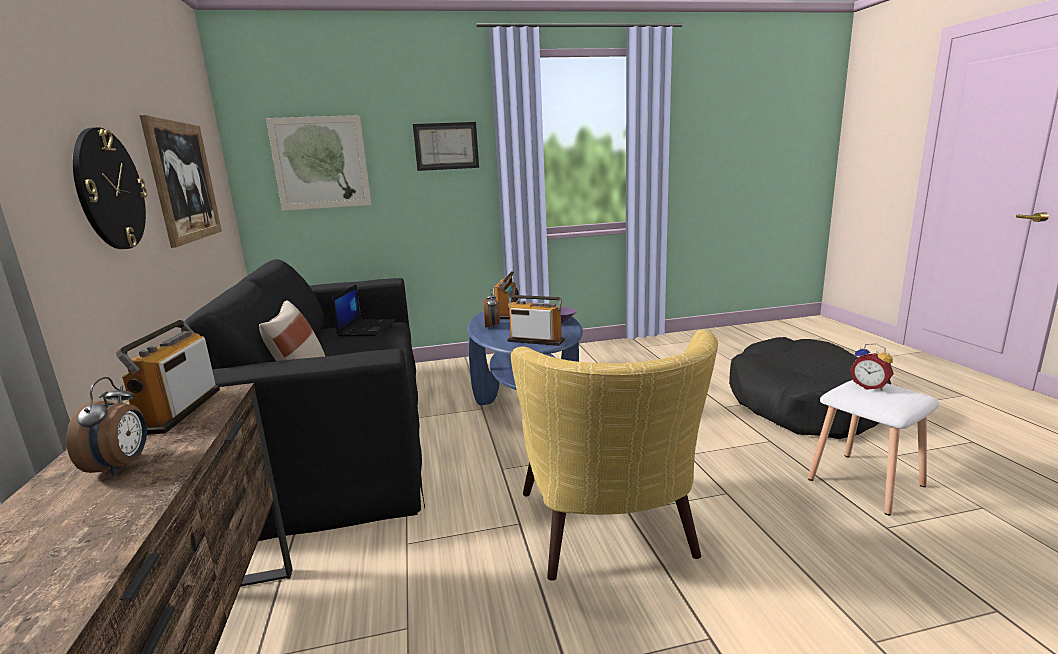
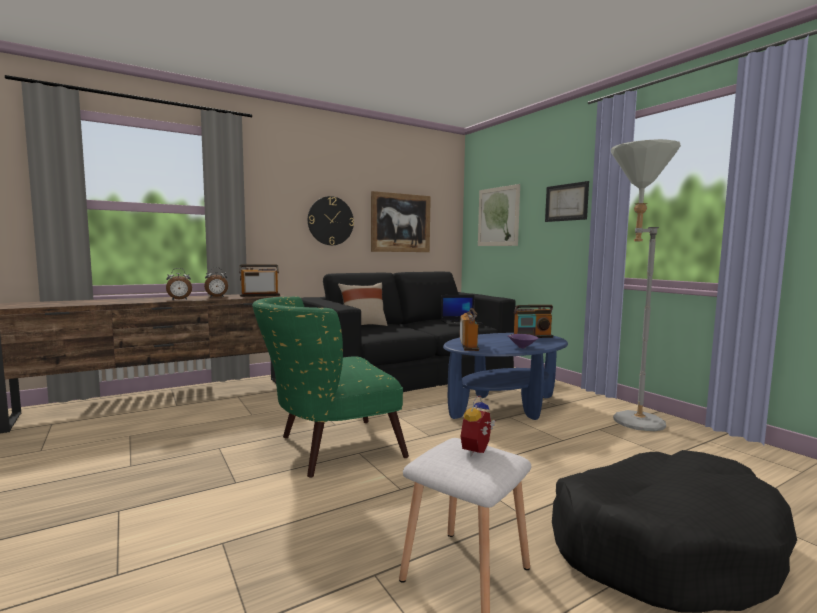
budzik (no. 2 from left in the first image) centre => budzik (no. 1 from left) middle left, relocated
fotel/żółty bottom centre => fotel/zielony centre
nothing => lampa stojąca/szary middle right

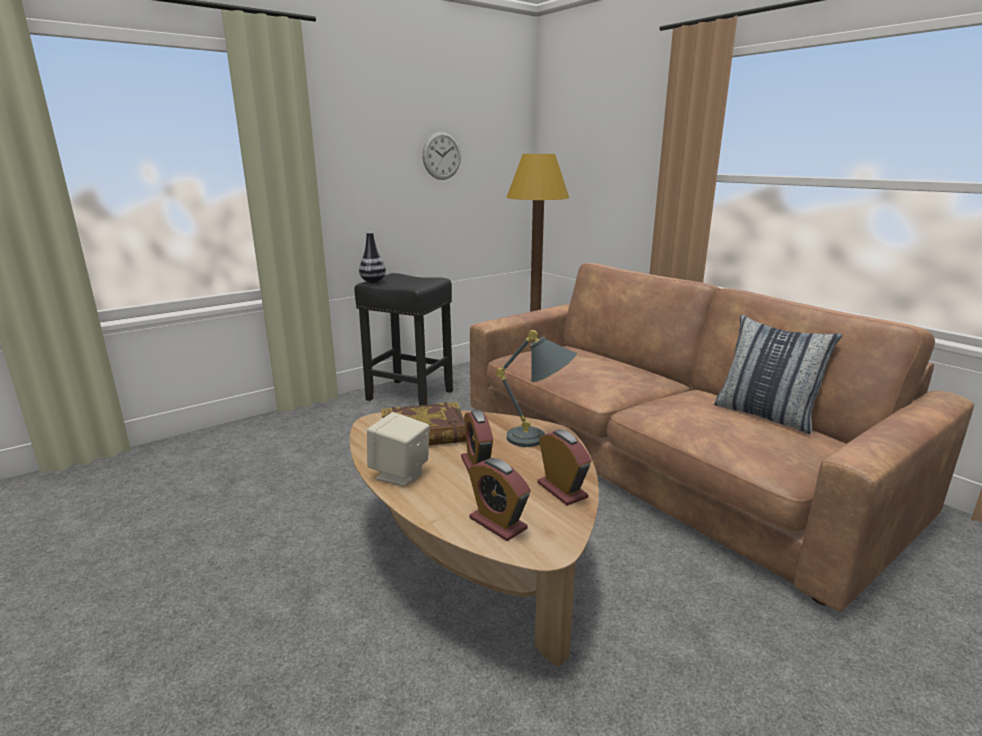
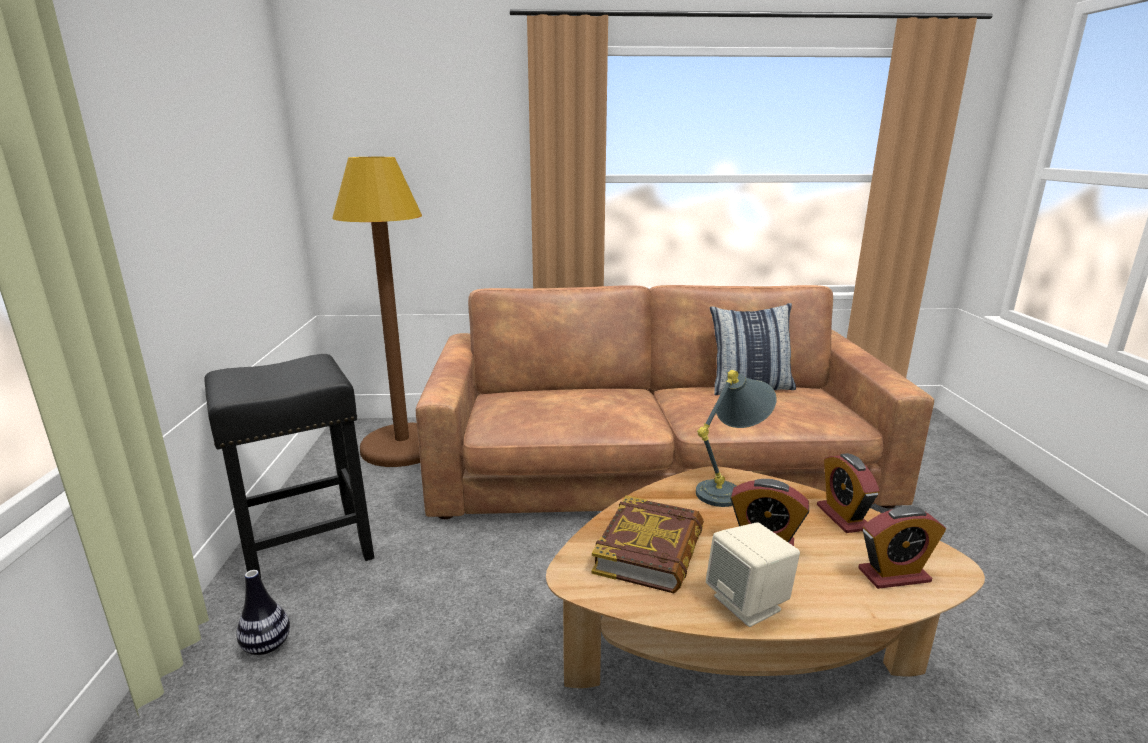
wazon centre => wazon bottom left, relocated
budzik (no. 3 from left in the first image) centre => budzik (no. 2 from left) middle right, 105 degrees counterclockwise
zegar ścienny top centre => nothing

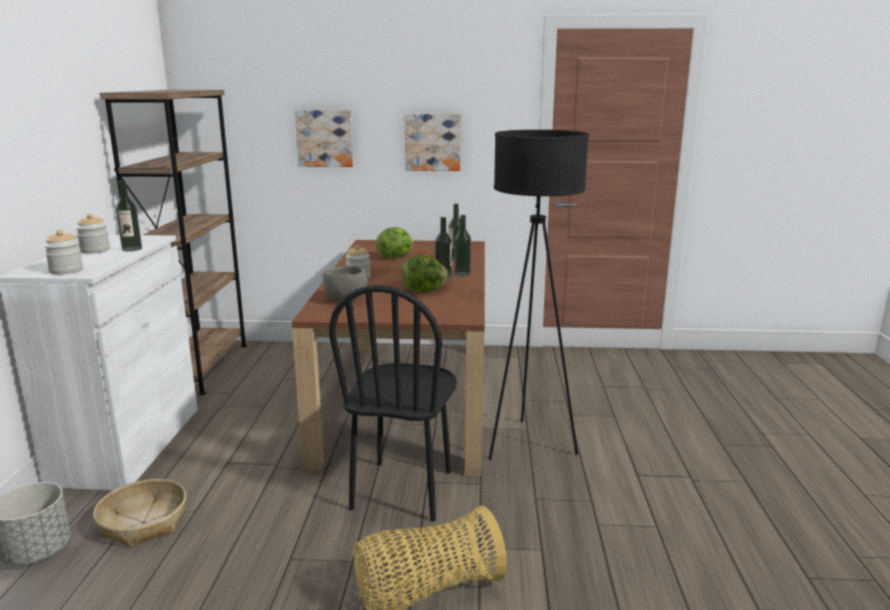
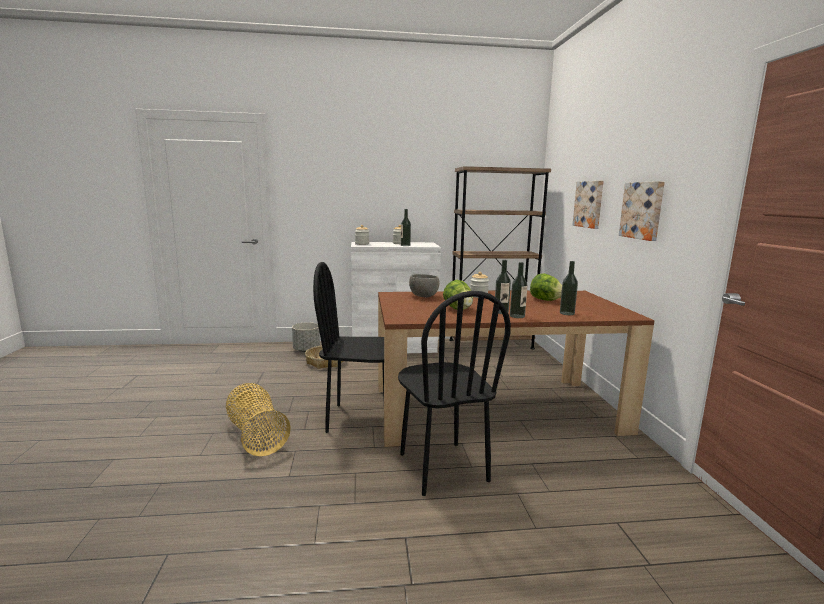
lampa stojąca/czarny centre => krzesło/czarny (no. 2 from left) centre

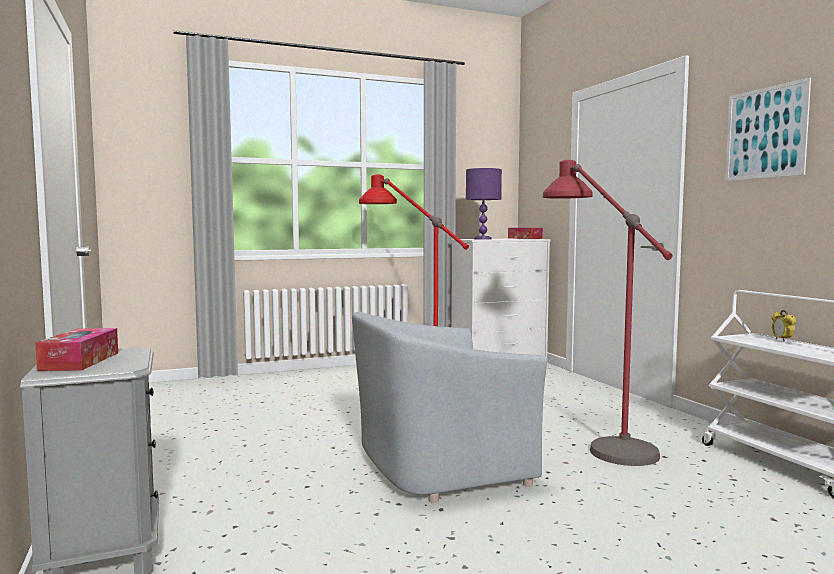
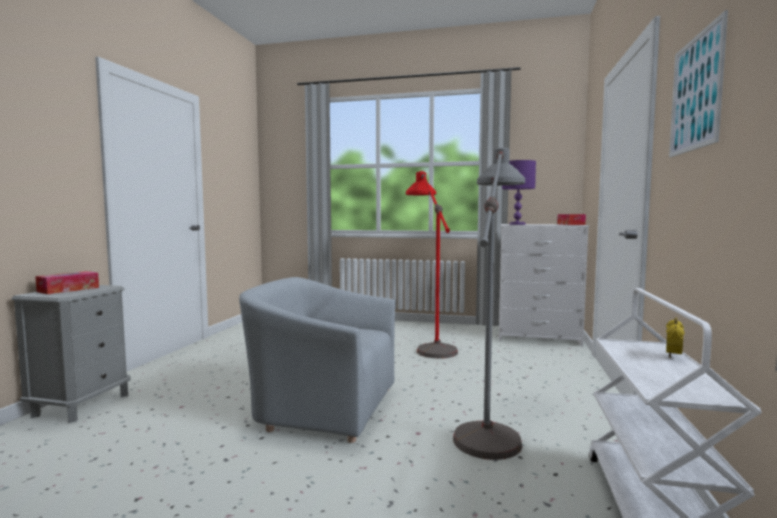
lampa stojąca/czerwony (no. 2 from left) middle right => lampa stojąca/szary centre

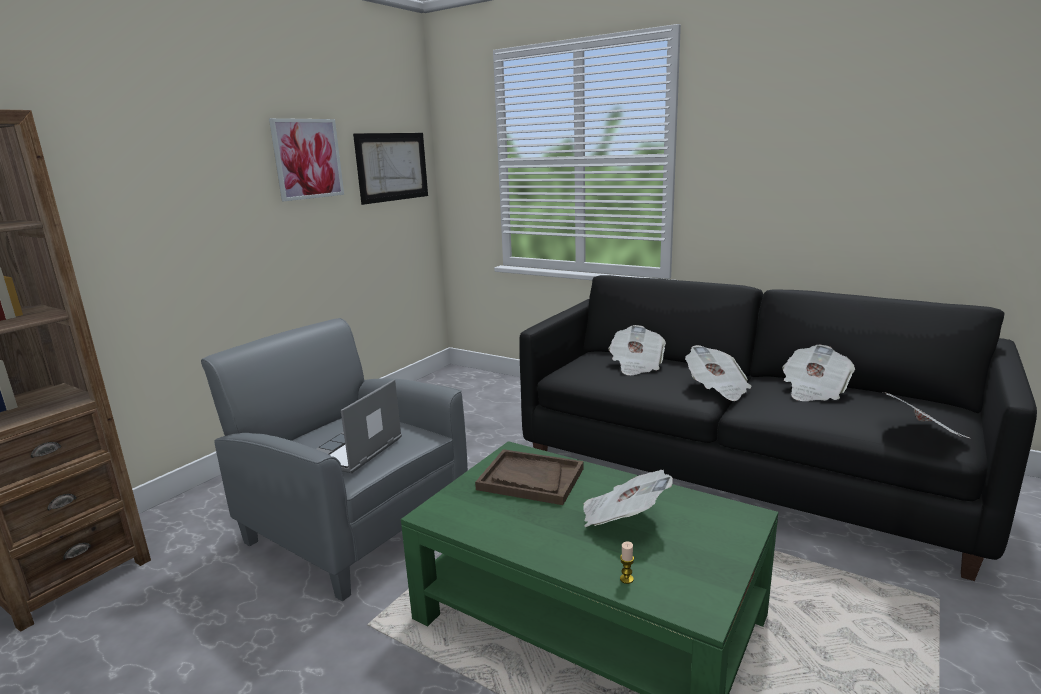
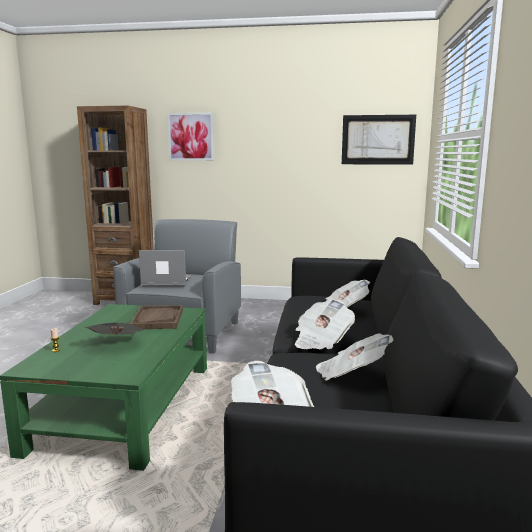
obraz (no. 1 from left) top left => obraz (no. 1 from left) top centre, relocated

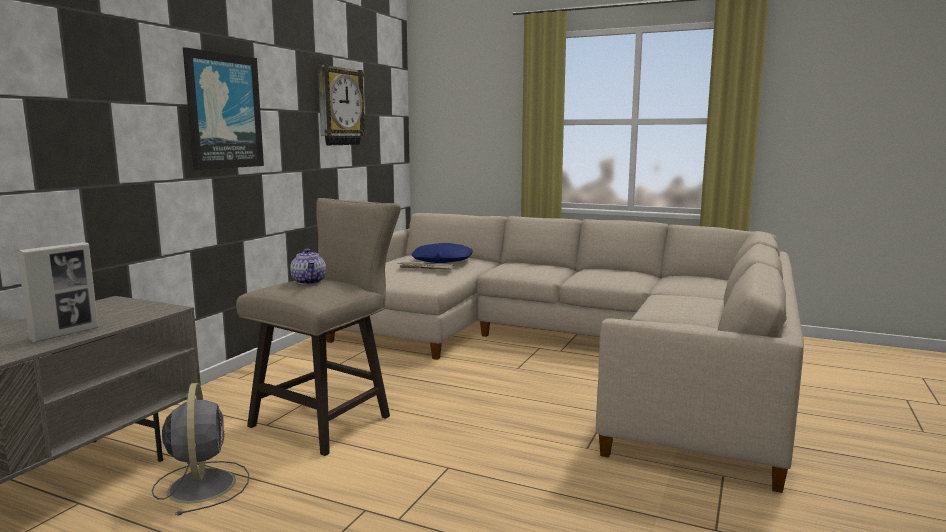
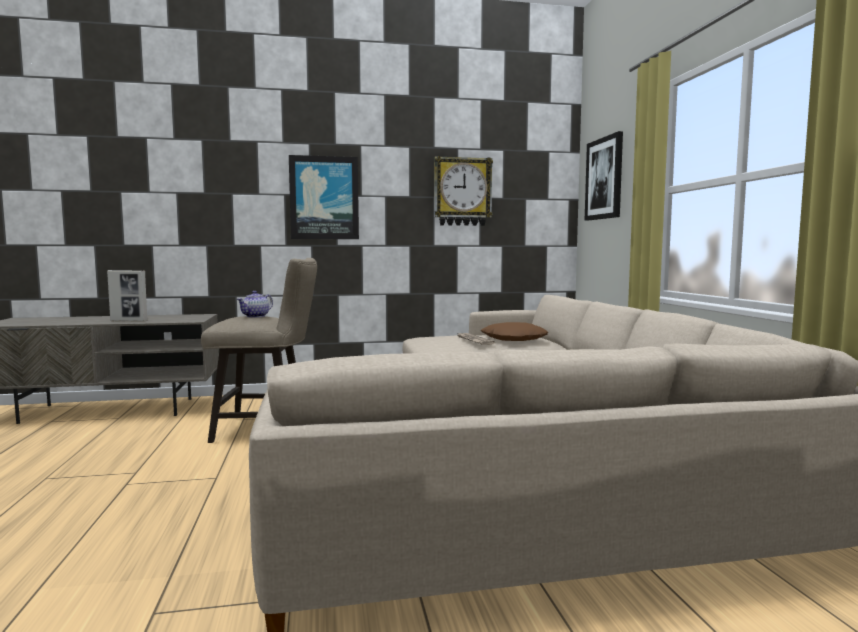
poduszka/niebieski centre => poduszka/brązowy centre
nothing => obraz (no. 2 from left) top right
wentylator/szary bottom left => nothing

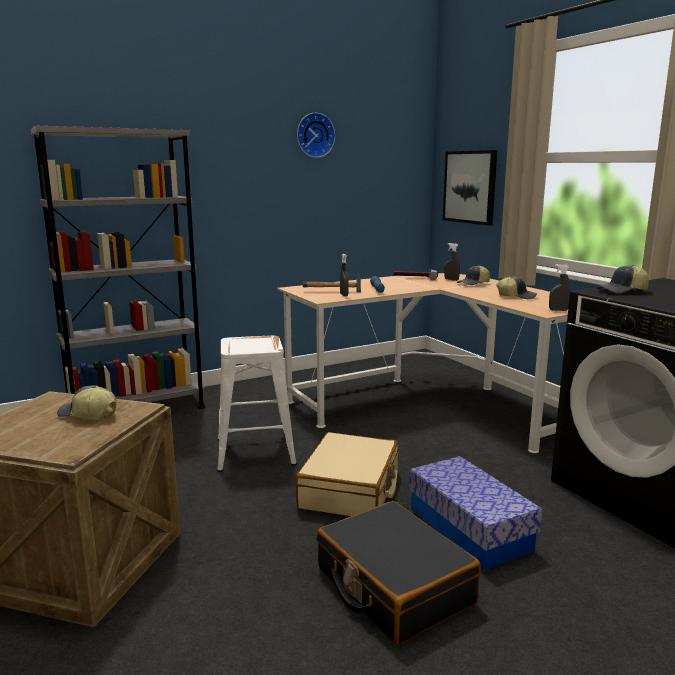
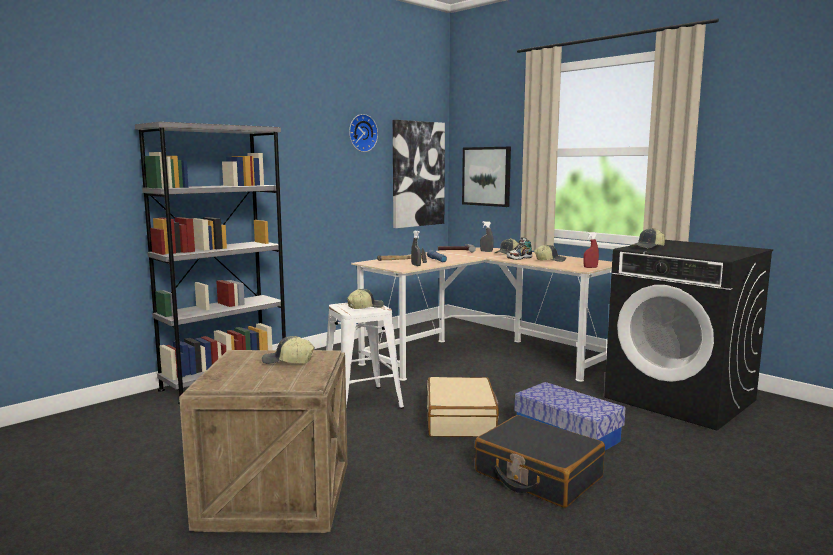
nothing => czapka z daszkiem (no. 2 from left) centre
nothing => obraz (no. 1 from left) top centre
nothing => but centre
spryskiwacz/szary (no. 3 from left) middle right => spryskiwacz/czerwony middle right

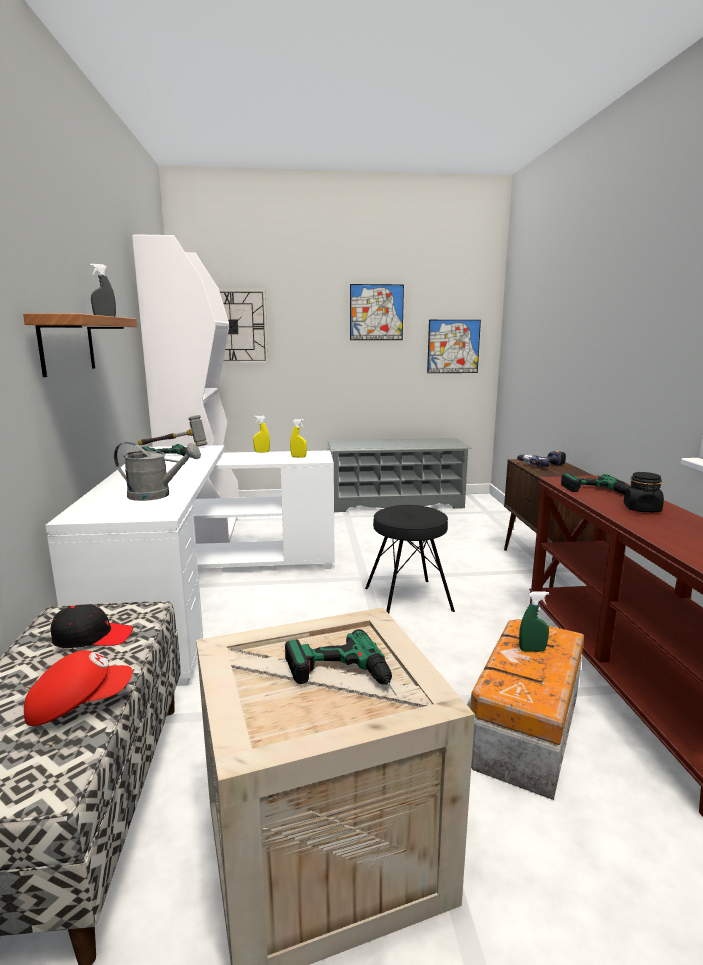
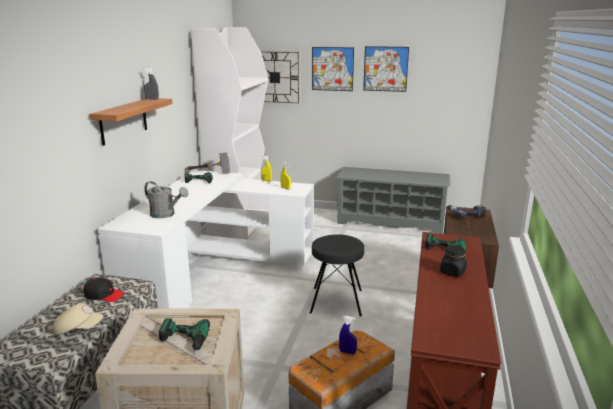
czapka z daszkiem/czerwony bottom left => czapka z daszkiem/beżowy bottom left
obraz (no. 2 from left in the first image) centre => obraz (no. 1 from left) top centre, relocated
spryskiwacz/zielony middle right => spryskiwacz/niebieski bottom centre

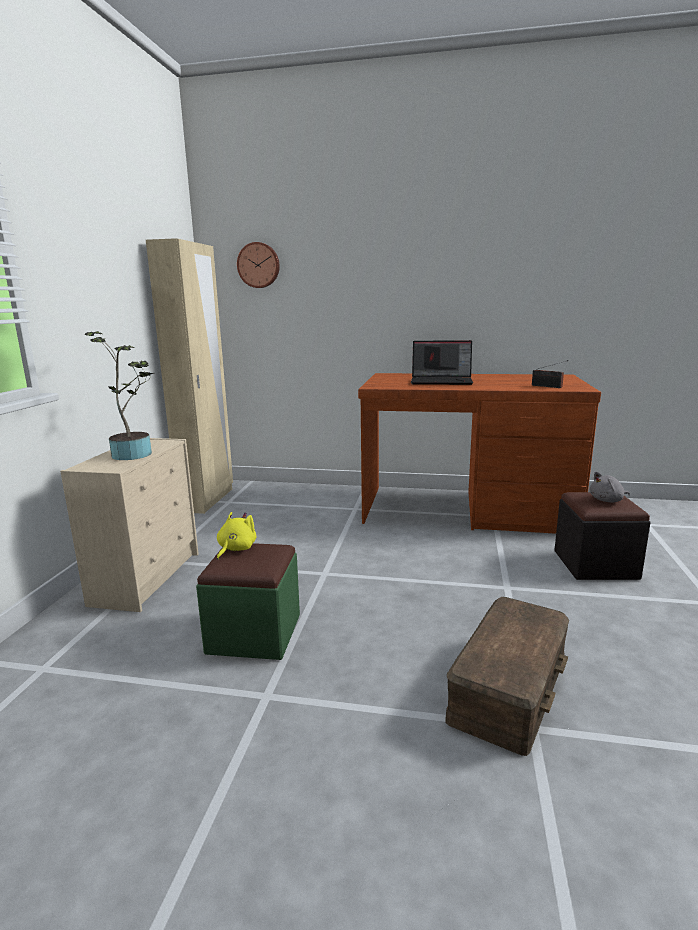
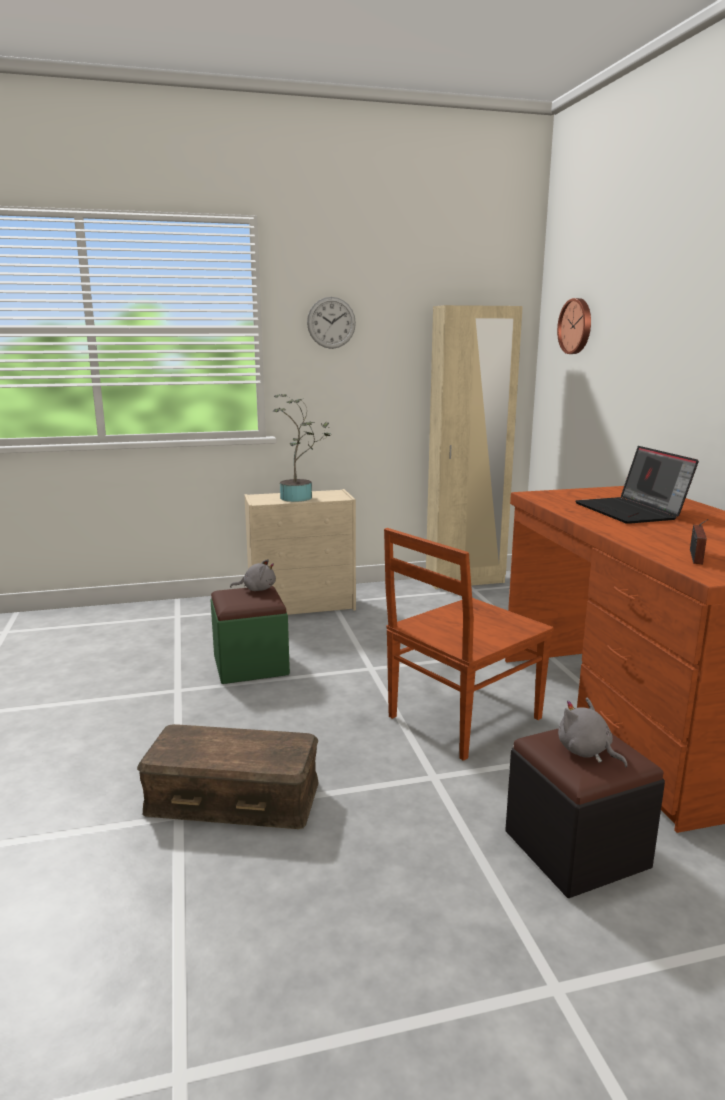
pluszak/żółty centre => pluszak/szary (no. 1 from left) centre
nothing => zegar ścienny (no. 1 from left) top centre
nothing => krzesło/brązowy centre

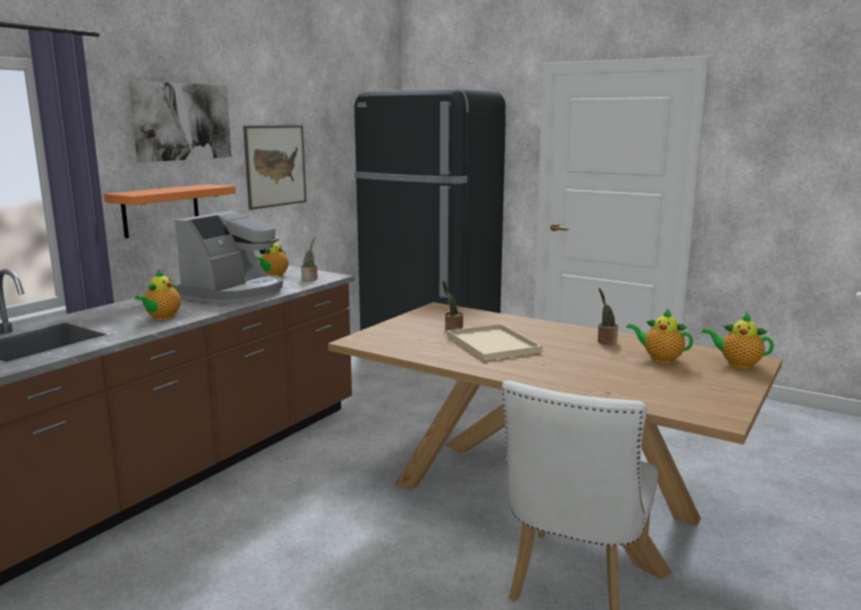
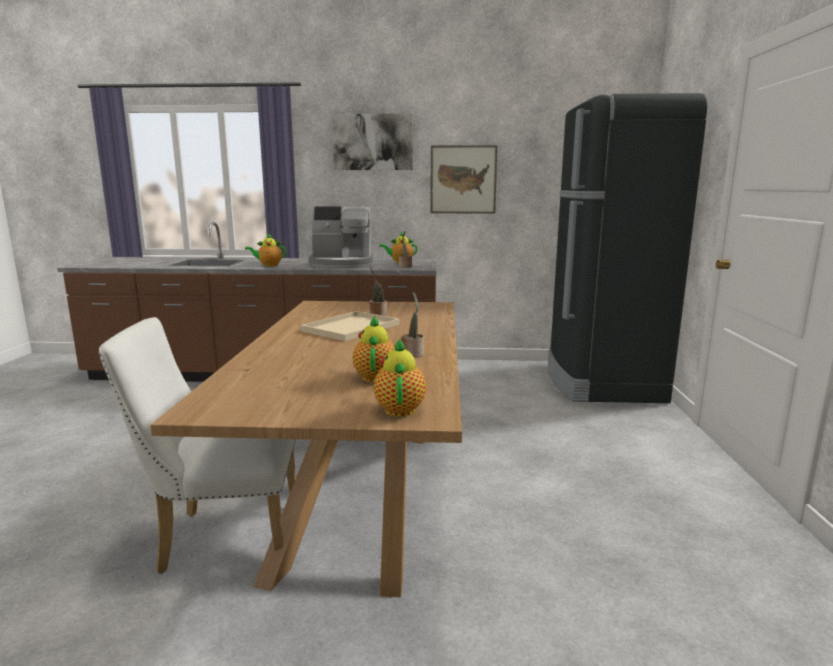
półka/pomarańczowy middle left => nothing

